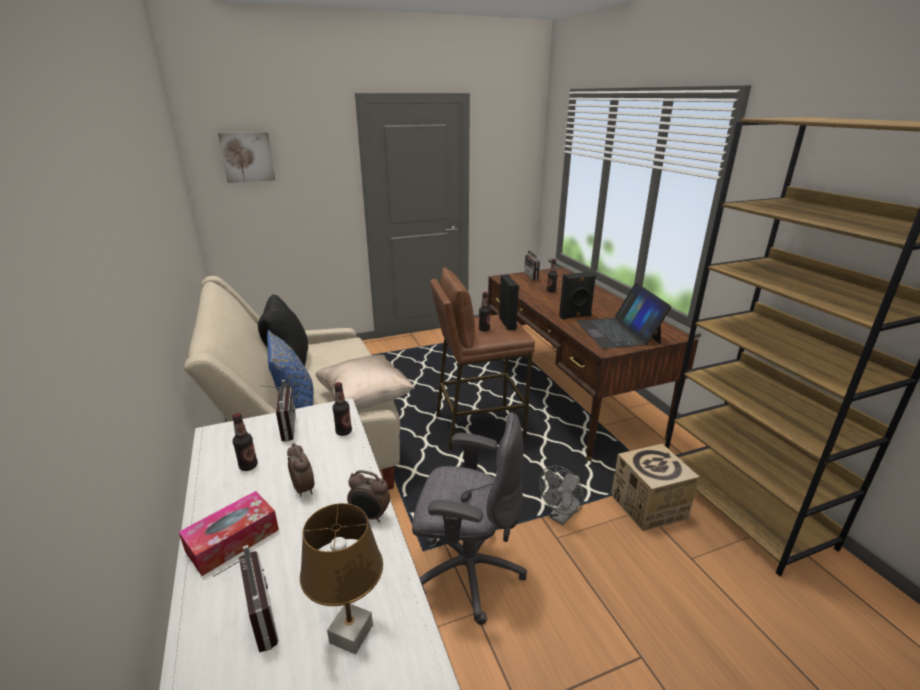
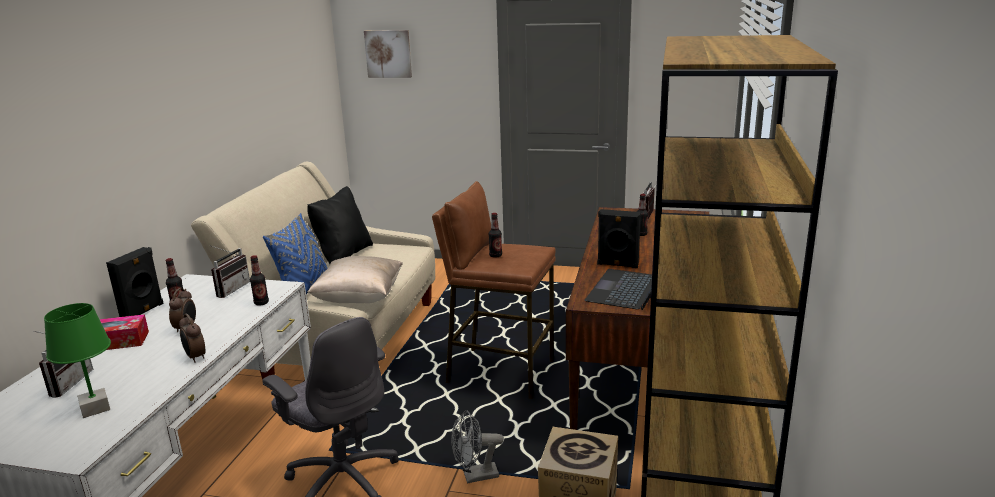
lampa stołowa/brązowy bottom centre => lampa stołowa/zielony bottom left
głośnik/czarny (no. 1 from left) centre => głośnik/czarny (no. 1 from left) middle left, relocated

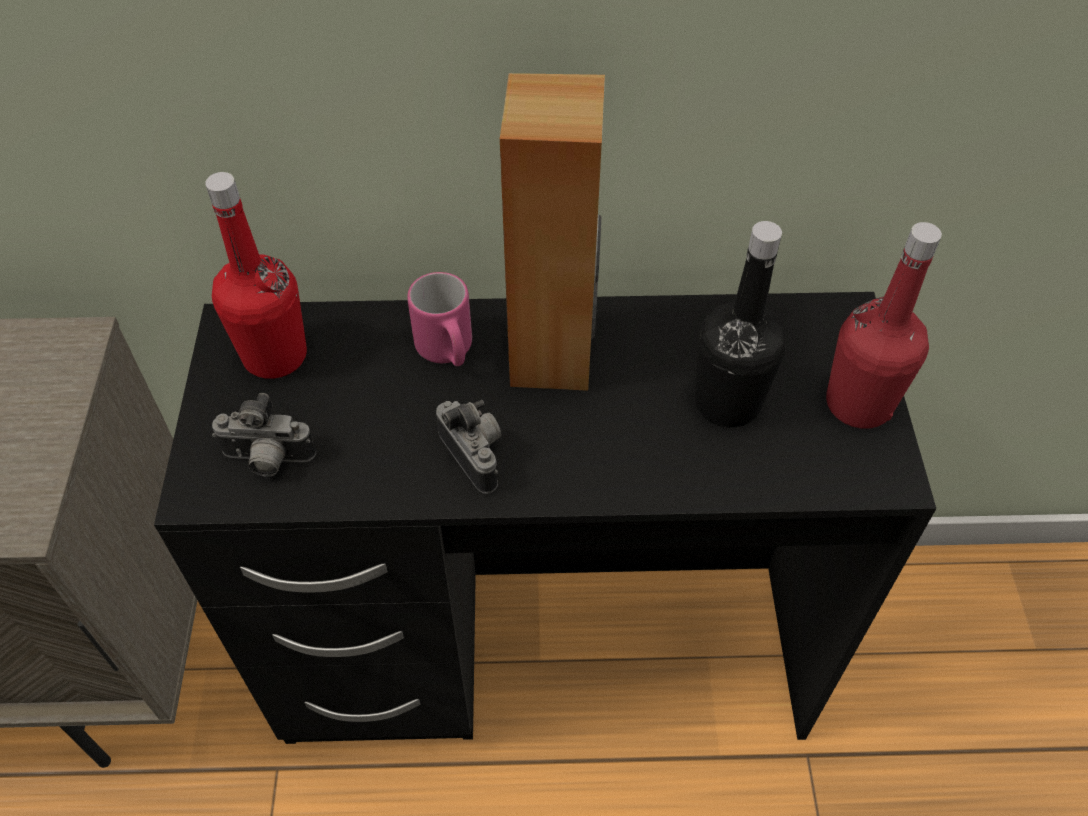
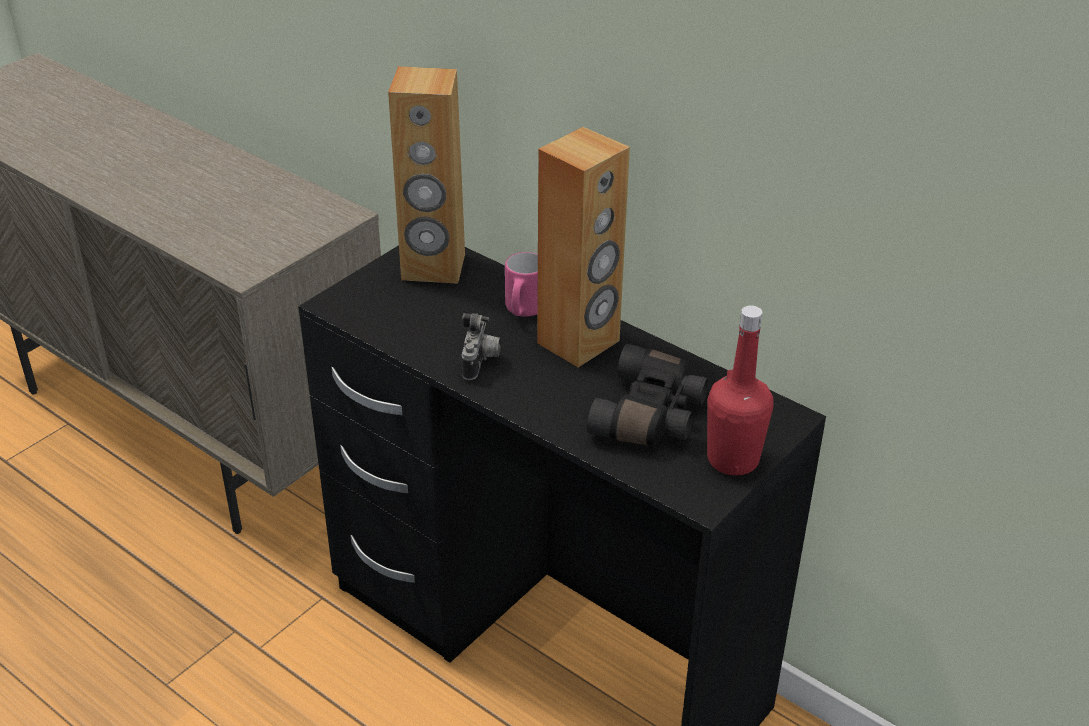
butelka/czerwony (no. 1 from left) middle left => głośnik/brązowy (no. 1 from left) top centre
butelka/czarny middle right => lornetka/czarny centre
aparat fotograficzny (no. 1 from left) middle left => nothing

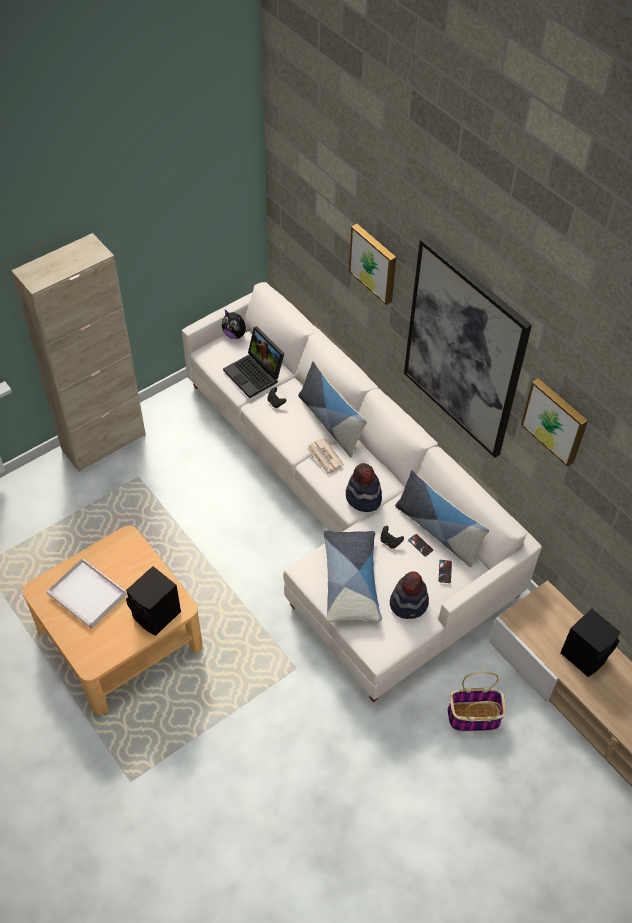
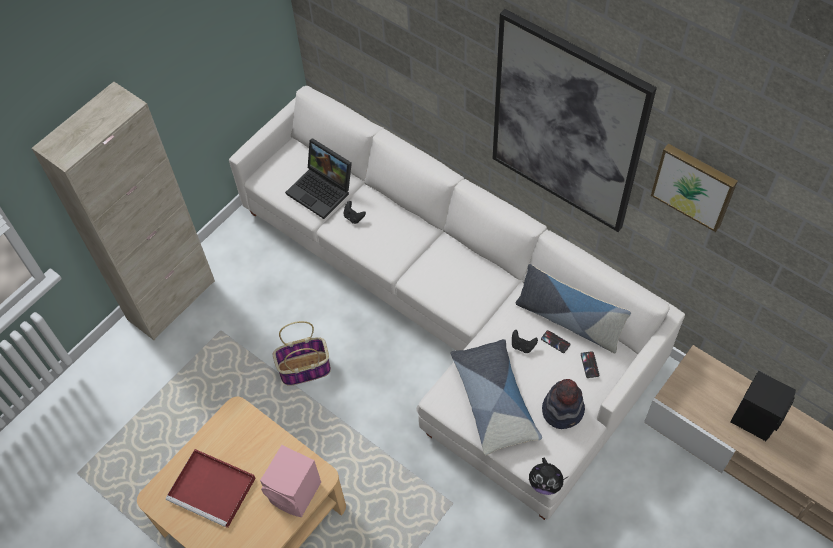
taca/biały middle left => taca/czerwony bottom left
głośnik/czarny (no. 1 from left) middle left => głośnik/różowy bottom centre
koszyk bottom right => koszyk centre, relocated
pluszak centre => pluszak bottom centre, relocated
poduszka (no. 1 from left) centre => nothing
gazeta centre => nothing
kapelusz (no. 1 from left) centre => nothing
obraz (no. 1 from left) top centre => nothing

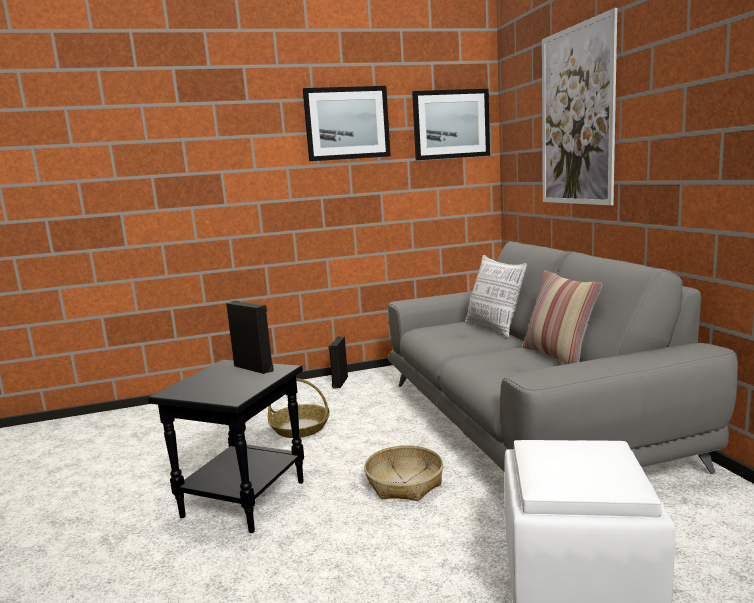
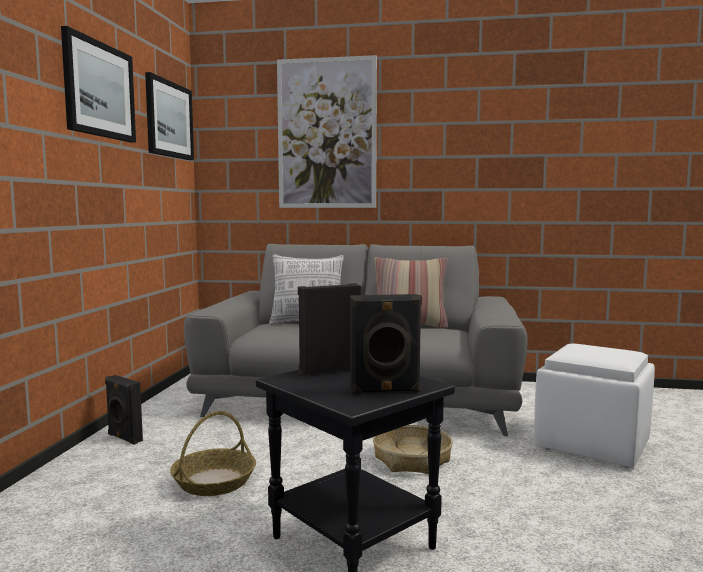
nothing => głośnik/czarny (no. 3 from left) centre

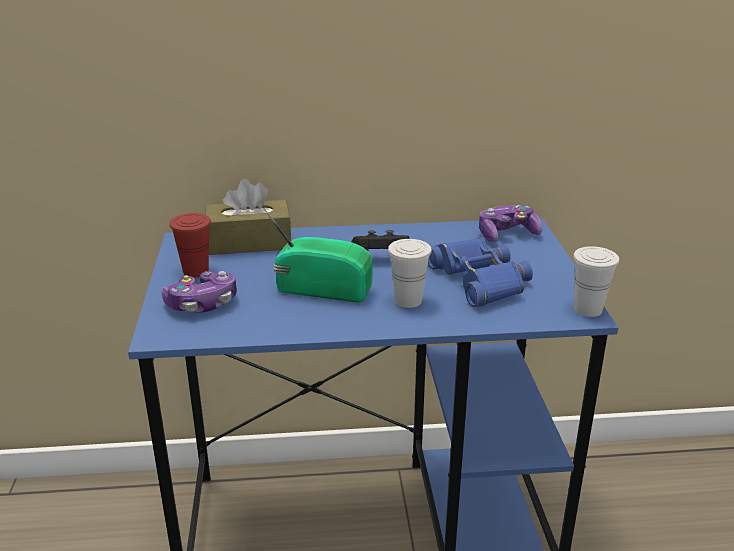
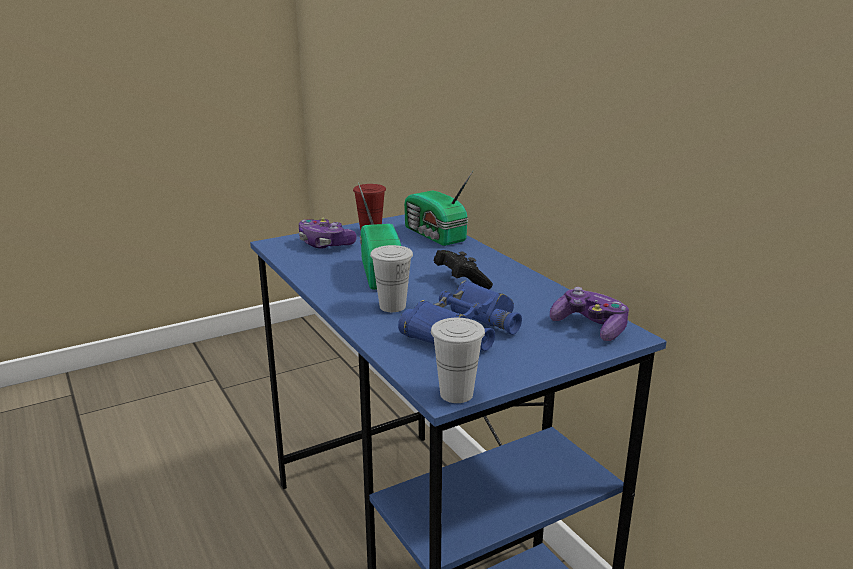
pudełko chusteczek/brązowy centre => radio (no. 2 from left) centre

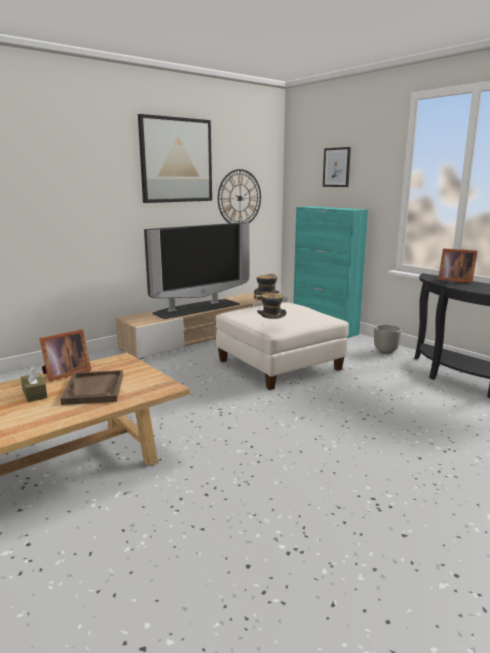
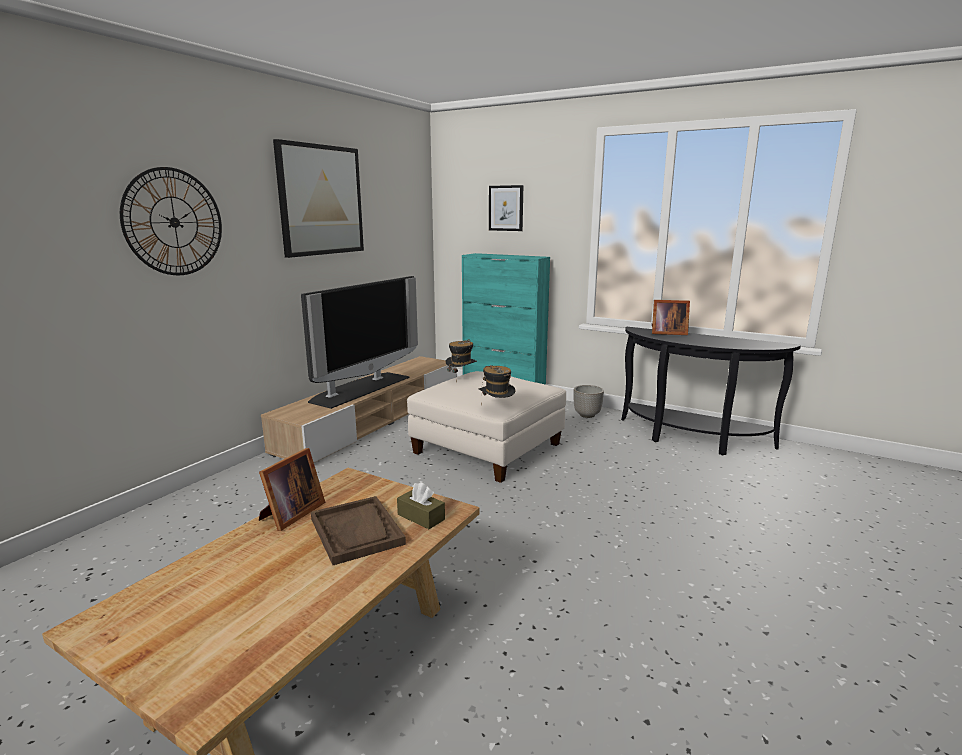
zegar ścienny top centre => zegar ścienny top left, relocated
pudełko chusteczek/brązowy middle left => pudełko chusteczek/brązowy bottom centre, relocated

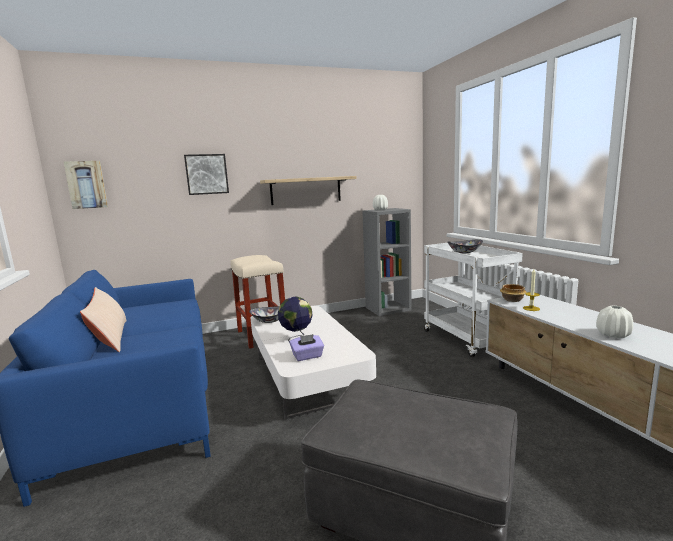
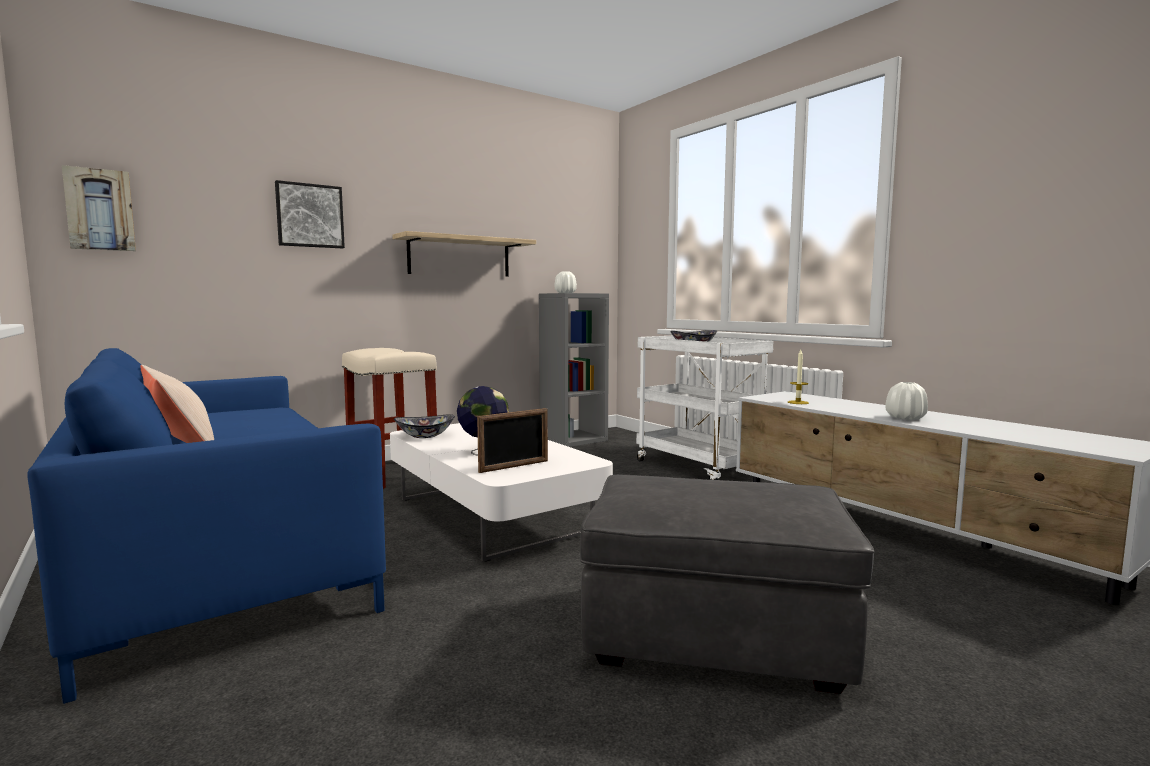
pudełko chusteczek/fioletowy centre => ramka na zdjęcie centre
miska (no. 3 from left) middle right => nothing

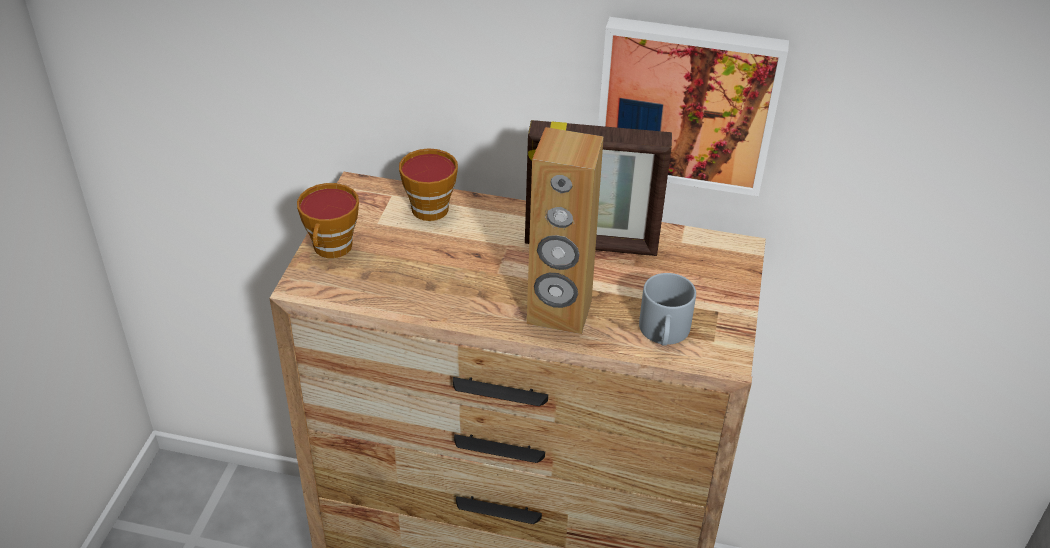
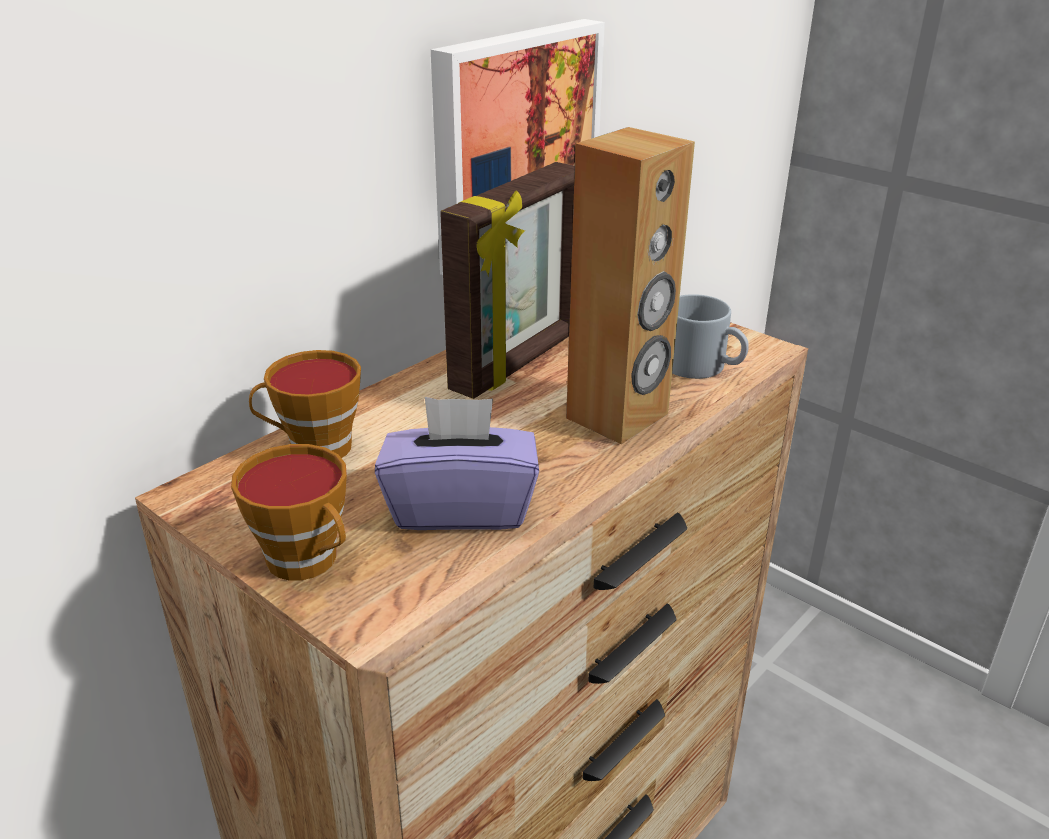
nothing => pudełko chusteczek/fioletowy centre

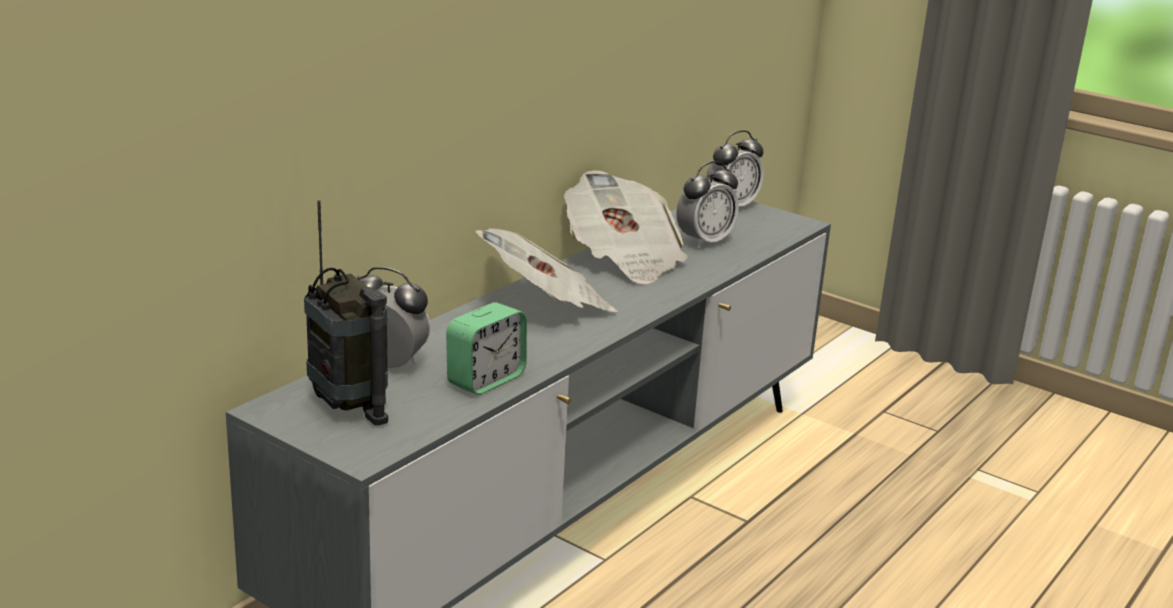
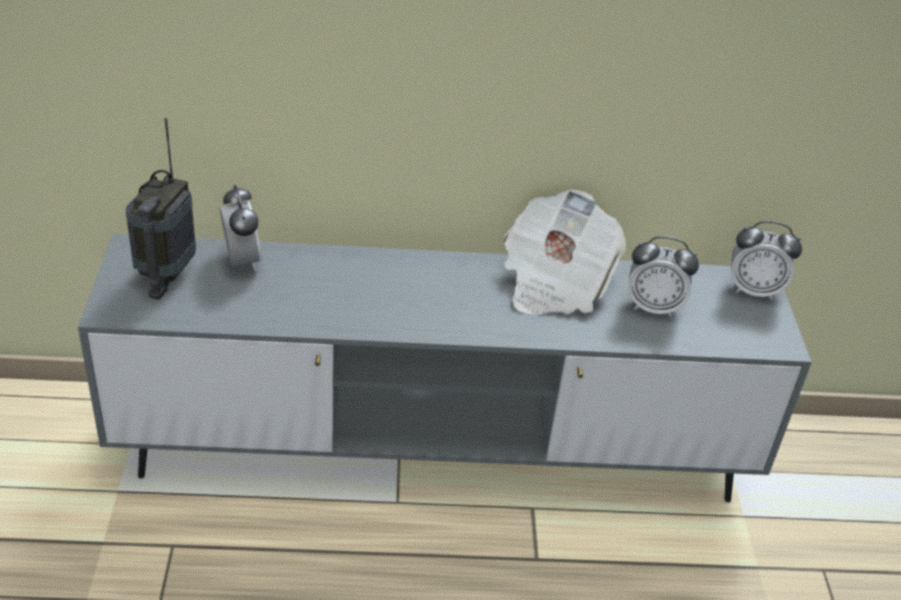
budzik (no. 2 from left) centre => nothing
gazeta (no. 1 from left) centre => nothing

